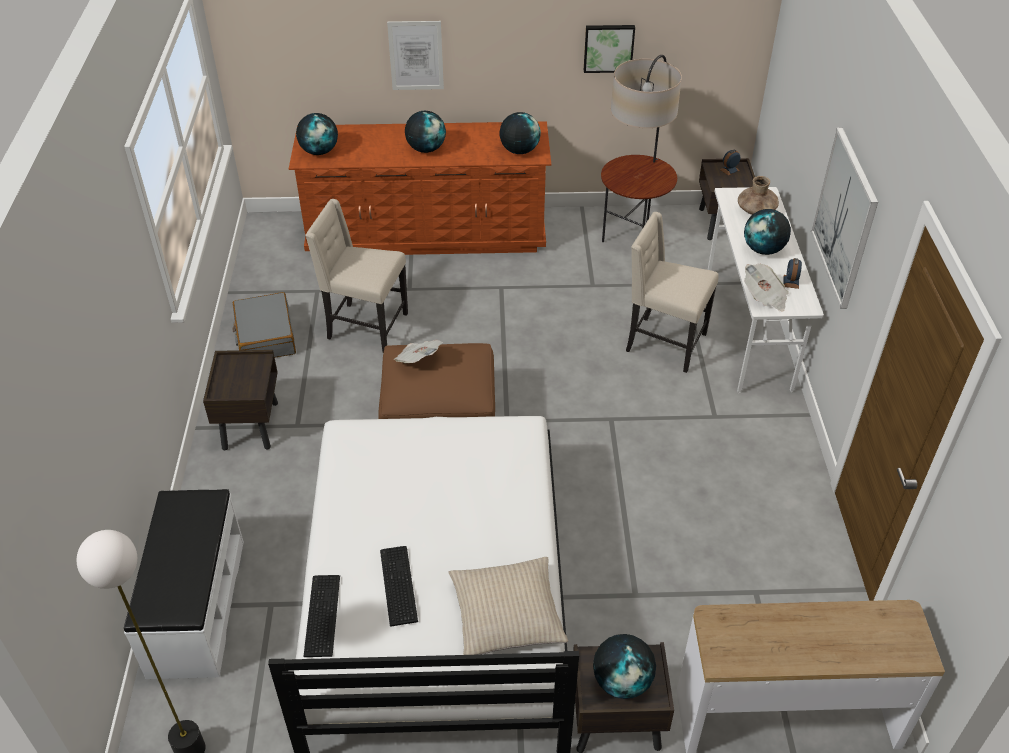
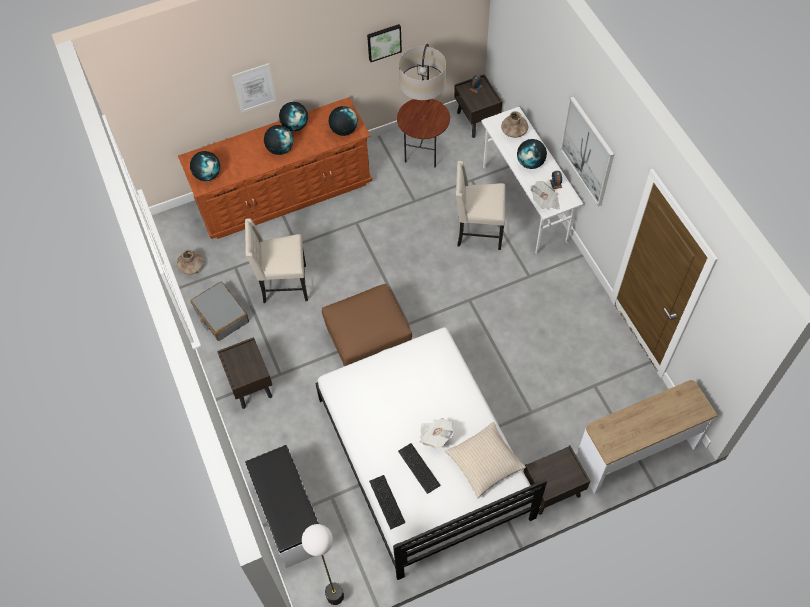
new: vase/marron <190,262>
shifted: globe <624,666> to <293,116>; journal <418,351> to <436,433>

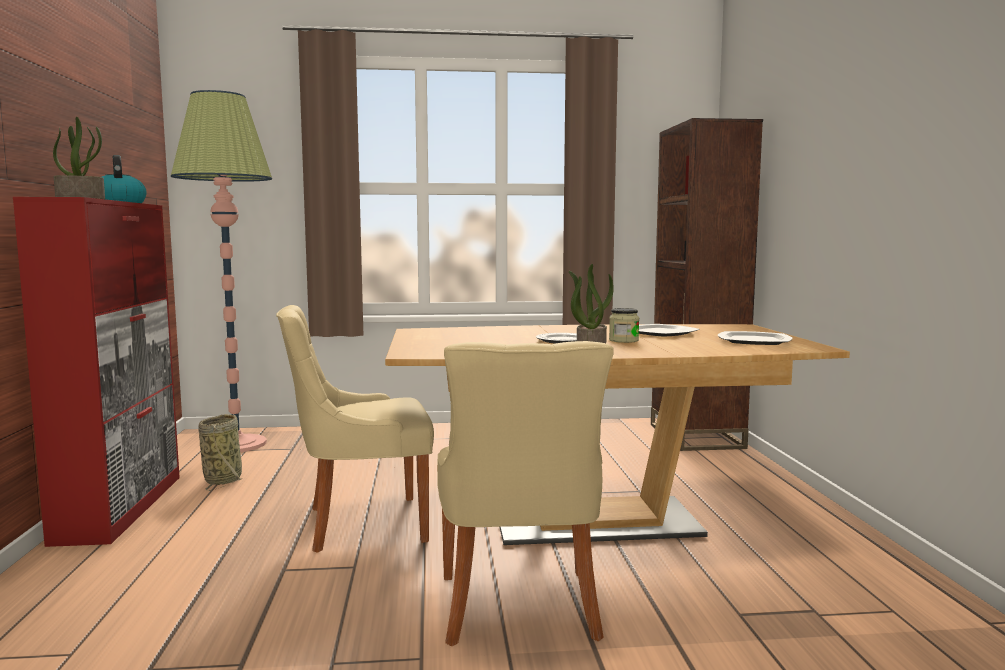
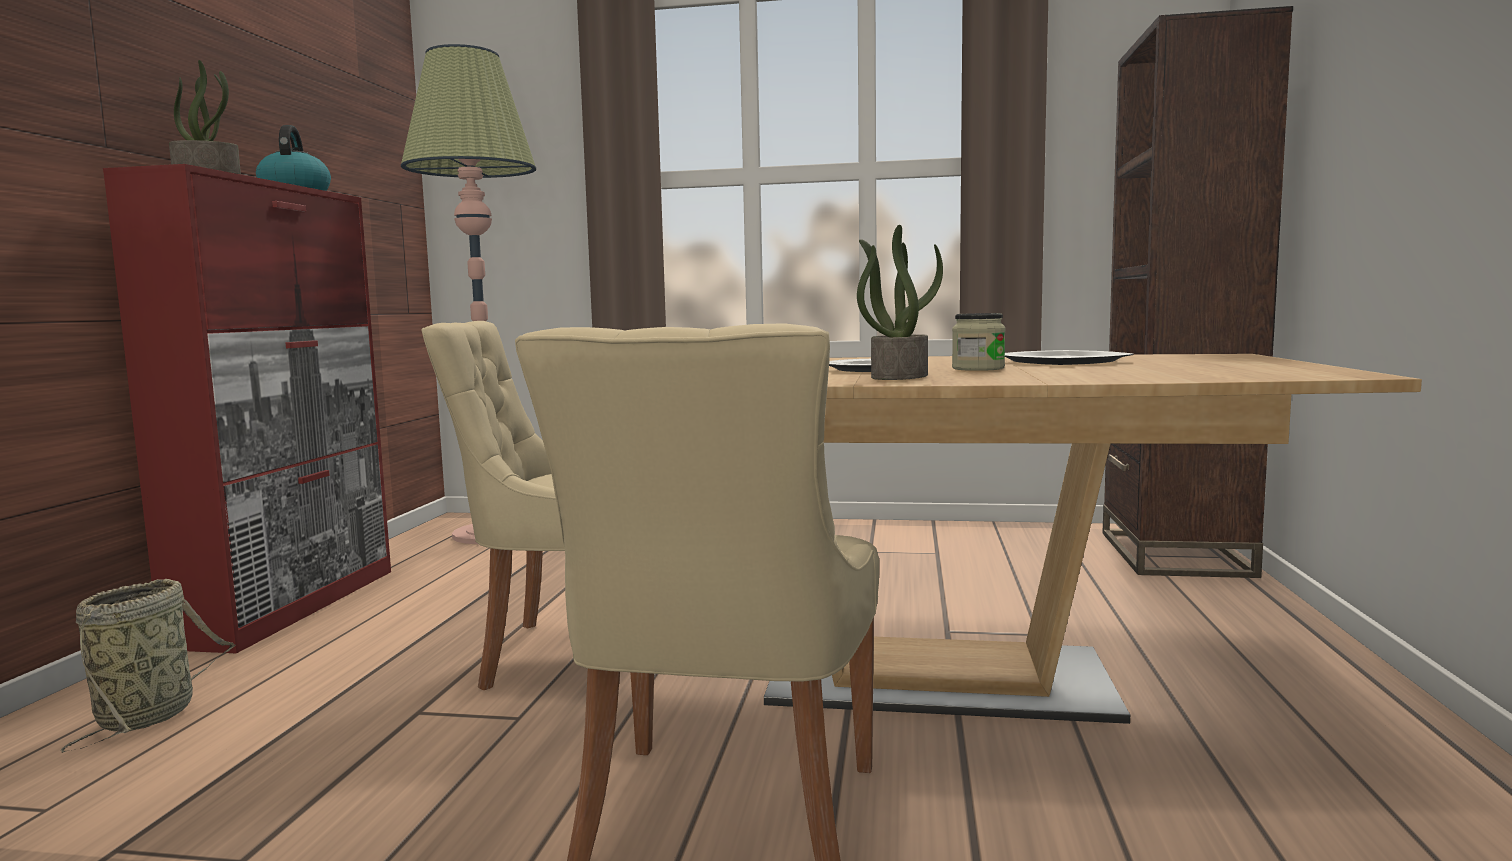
gone: assiette <755,338>
shifted: panier <220,452> to <148,666>

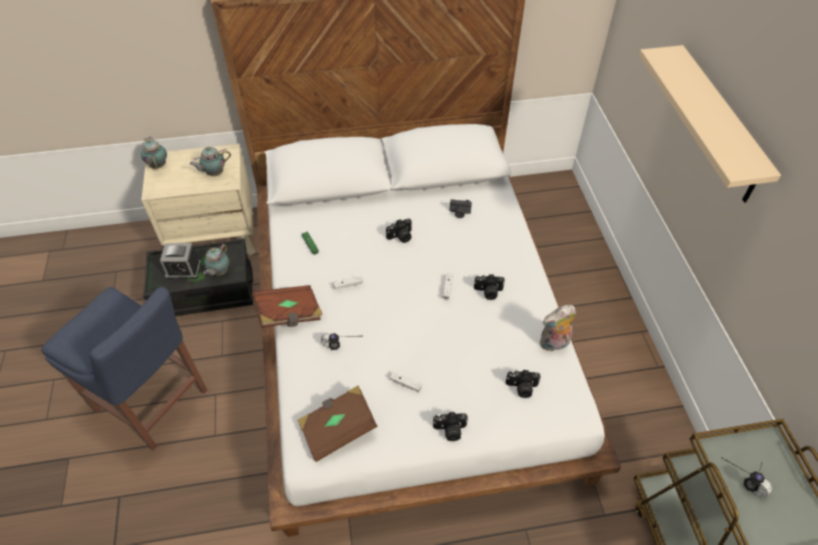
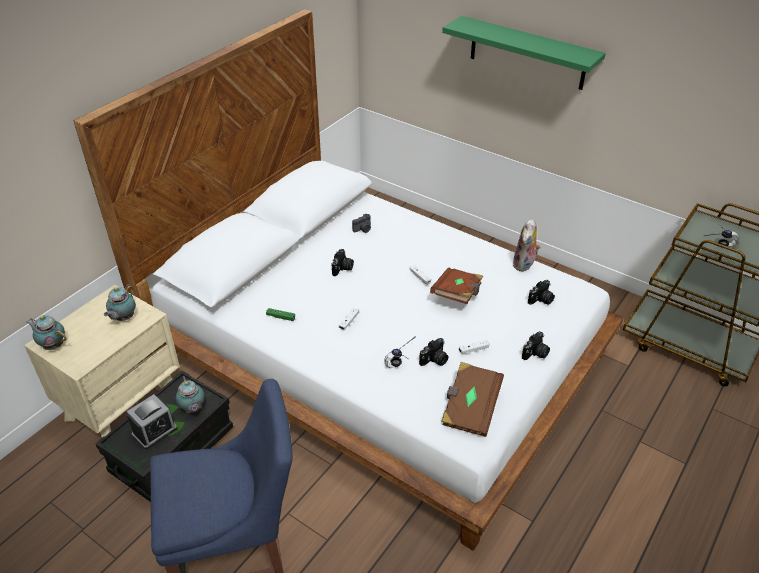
shifted: appareil photo <489,287> to <433,352>; livre/marron <287,306> to <456,285>
repainted: étagère/beige <710,124> to étagère/vert <524,53>

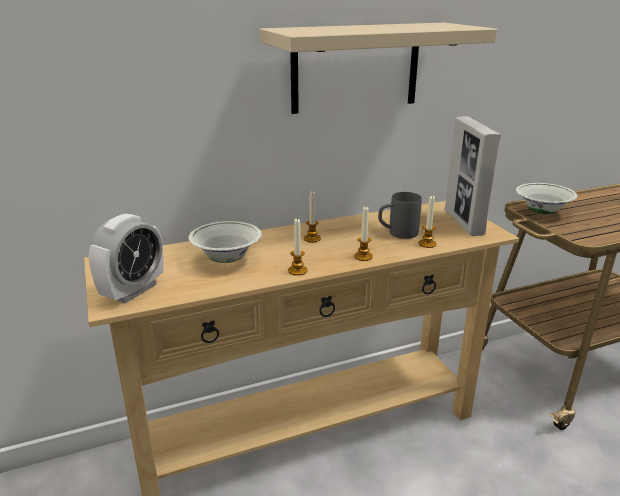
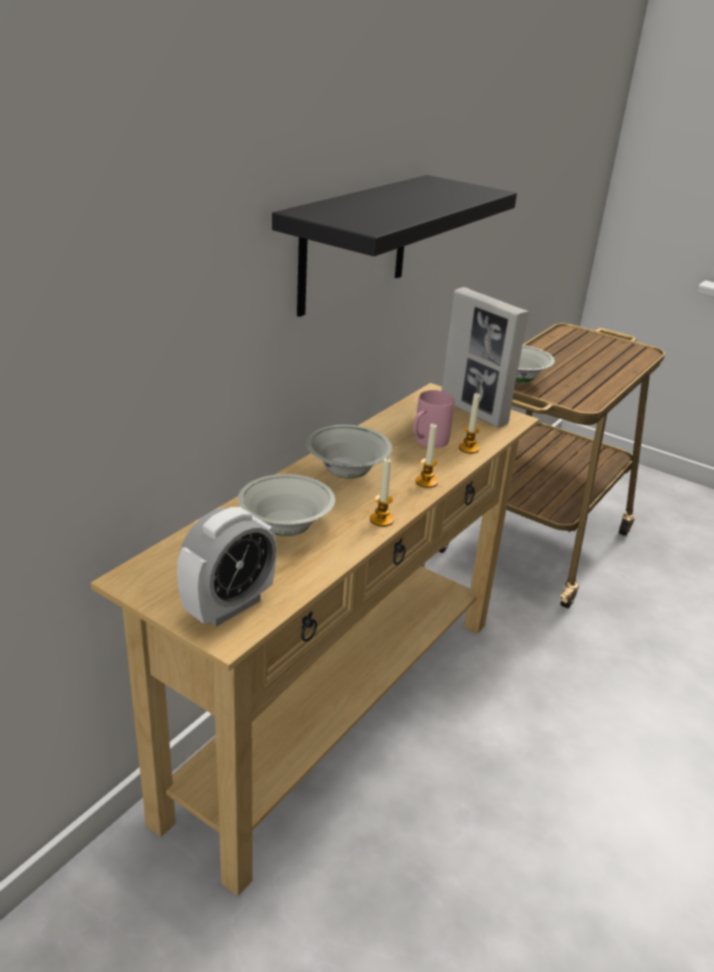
swapped: bougie <312,217> to bol/blanc <349,451>
repainted: étagère/beige <378,68> to étagère/noir <394,246>; mug/gris <400,215> to mug/rose <434,419>
rotated: réveil <126,258> = <227,567> 45 degrees clockwise

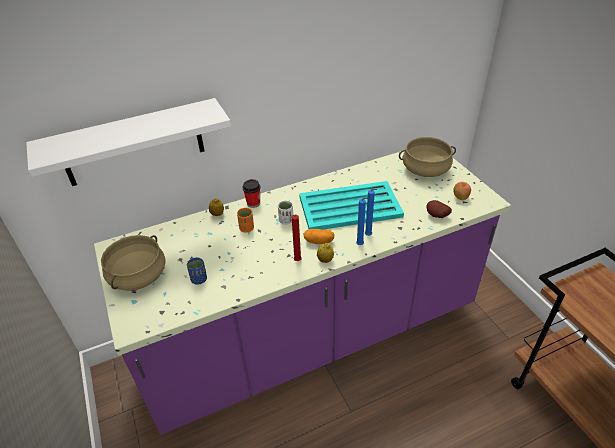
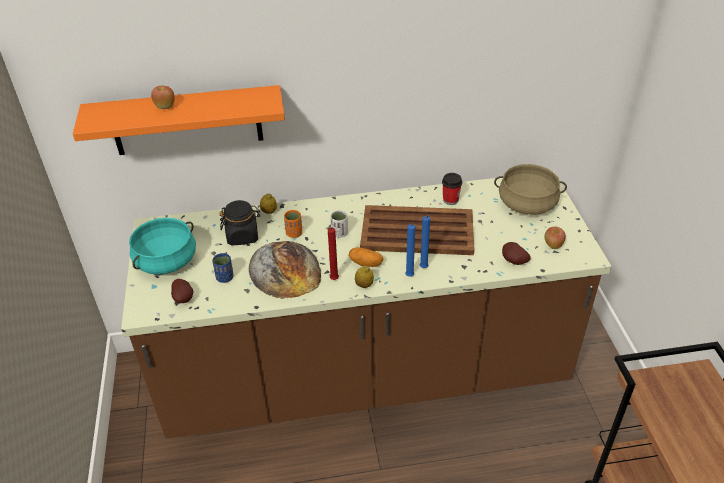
new: pomme <163,97>; pomme de terre <182,291>; bocal/noir <240,223>; pain <285,270>
shifted: tasse <251,193> to <452,189>
repainted: étagère/blanc <128,142> to étagère/orange <179,120>; comptoir de cuisine/violet <302,293> to comptoir de cuisine/marron <366,304>; marmite/beige <133,263> to marmite/turquoise <162,246>; plateau/turquoise <351,205> to plateau/marron <417,230>

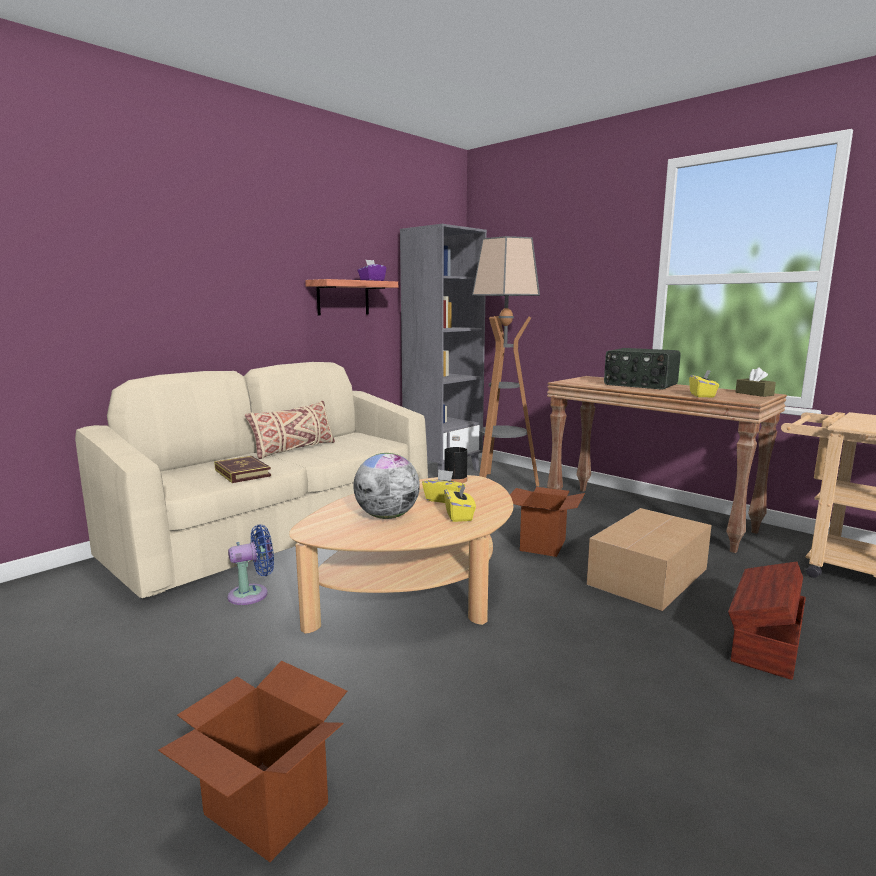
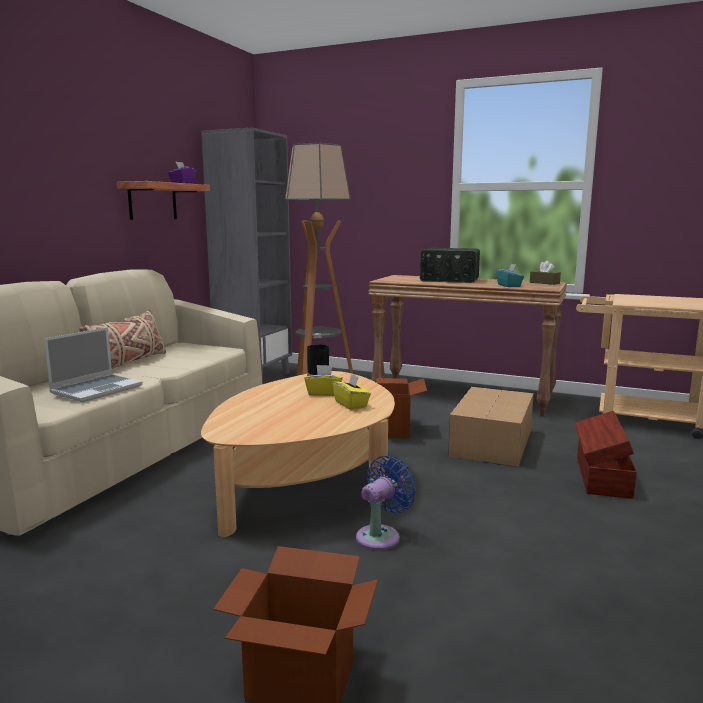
gone: globe <387,486>
shifted: ventilateur/bleu <250,564> to <386,502>
swapped: livre <242,469> to ordinateur portable <93,364>
repainted: boîte à mouchoirs/jaune <704,383> to boîte à mouchoirs/turquoise <510,275>

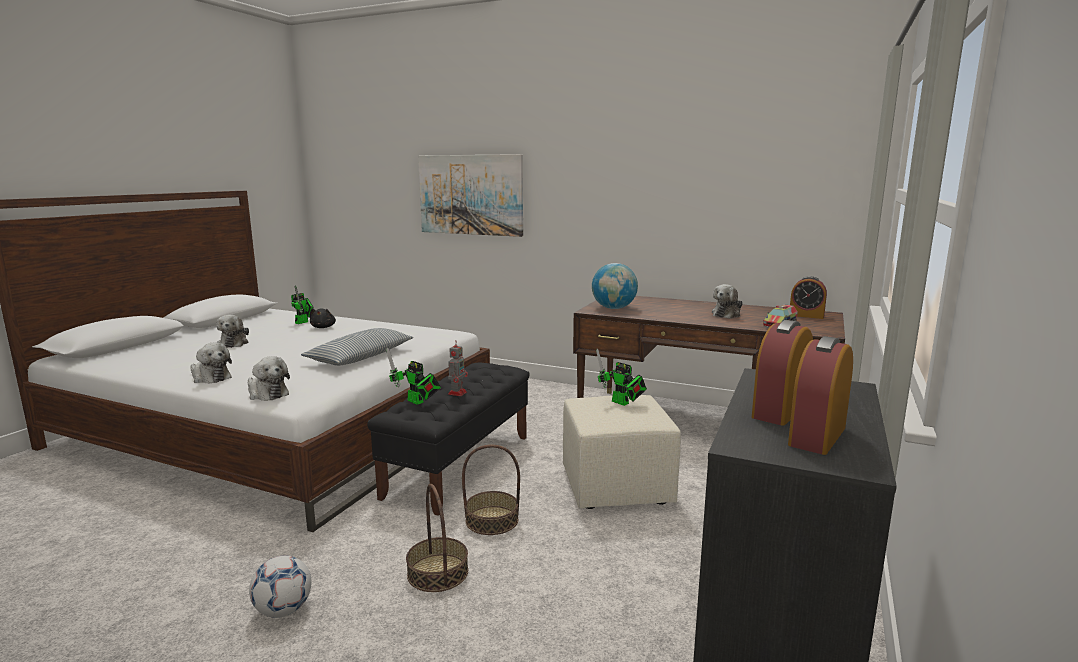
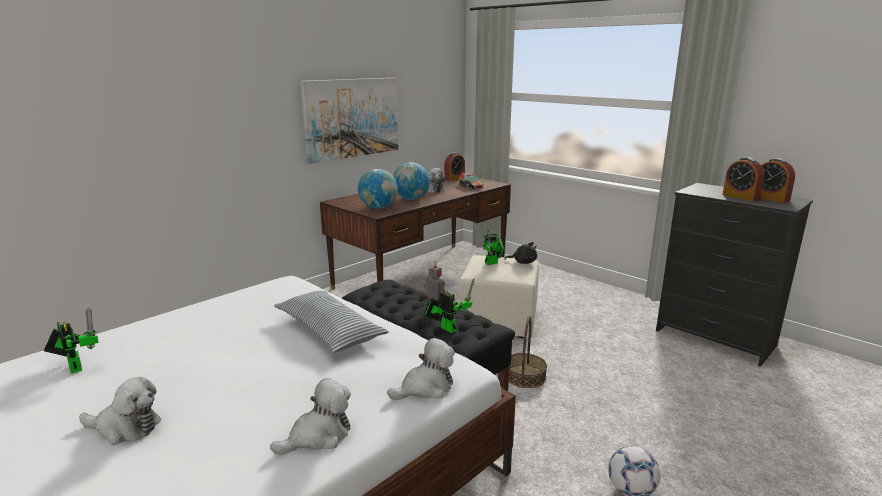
gone: panier <437,538>
new: globe <411,181>
shifted: tableau <470,195> to <349,121>; peluche/noir <323,318> to <521,253>
rotated: robot jouet <413,376> = <449,305> 105 degrees counterclockwise

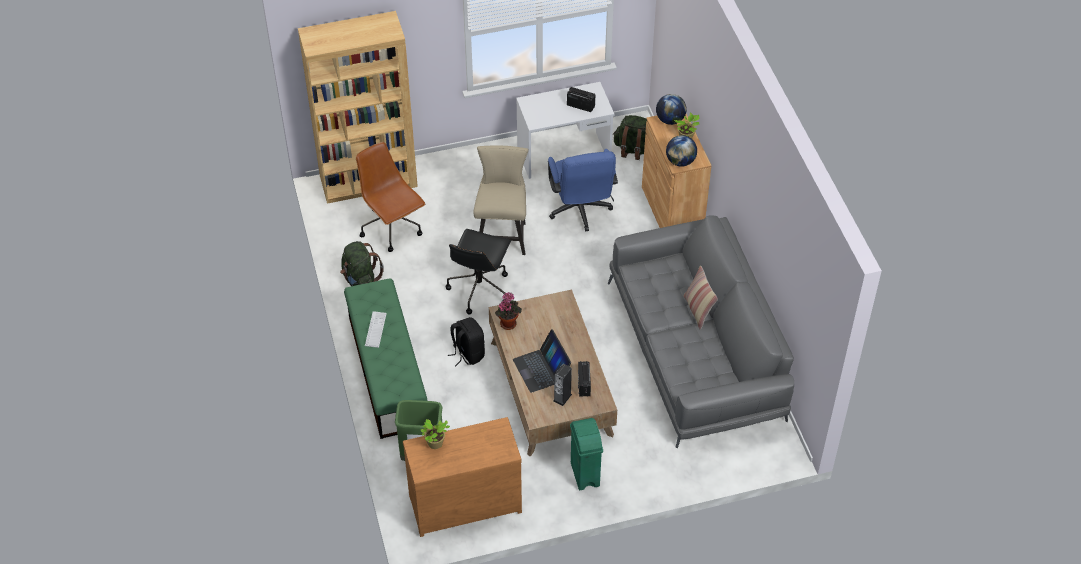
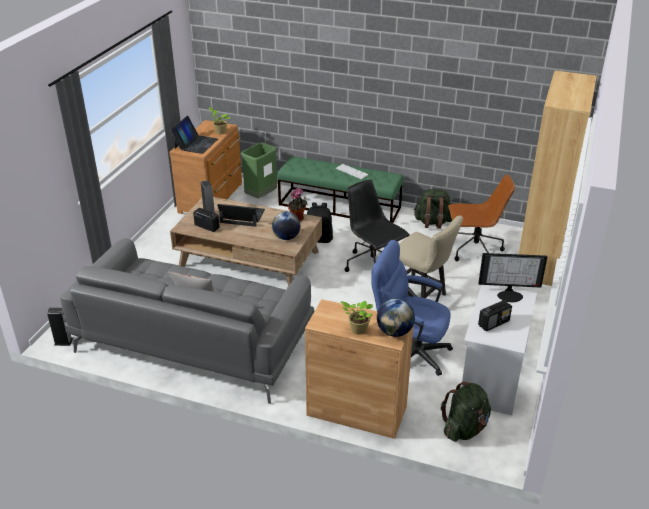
gone: poubelle/vert <586,454>
new: enceinte <60,327>; ordinateur portable <194,135>; écran d'ordinateur <513,277>
shifted: globe <681,151> to <286,226>

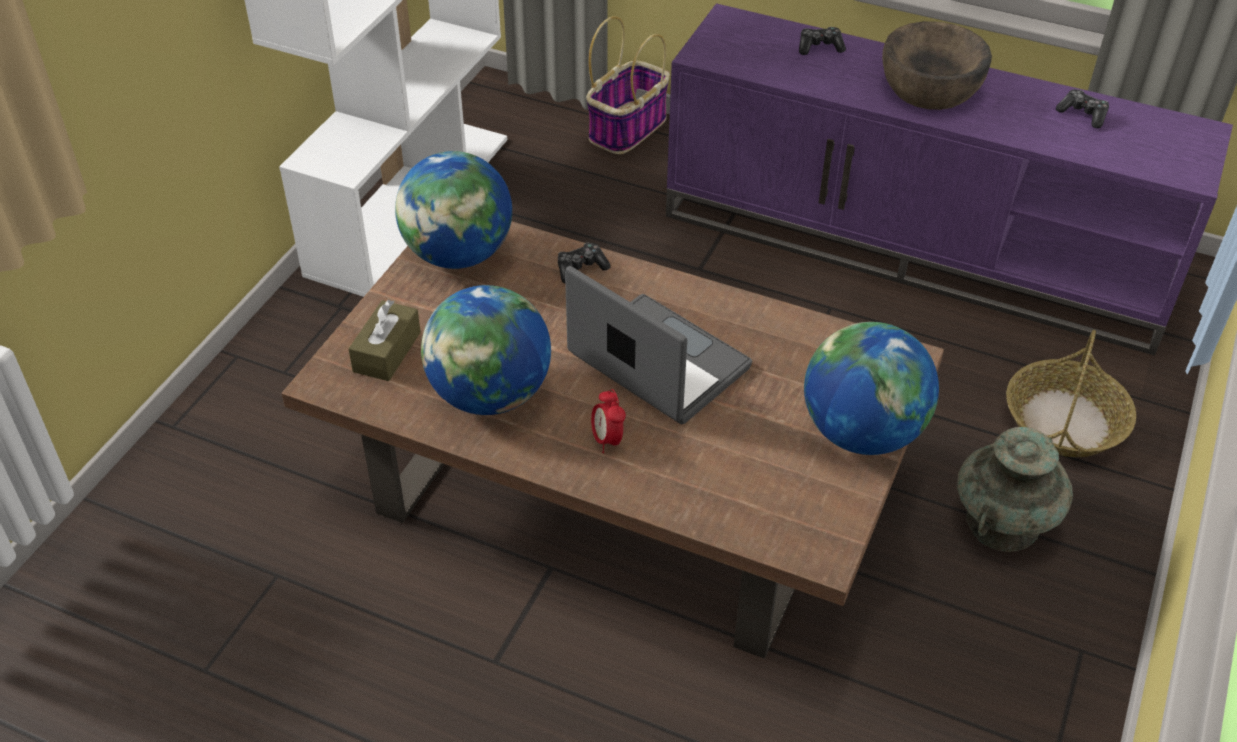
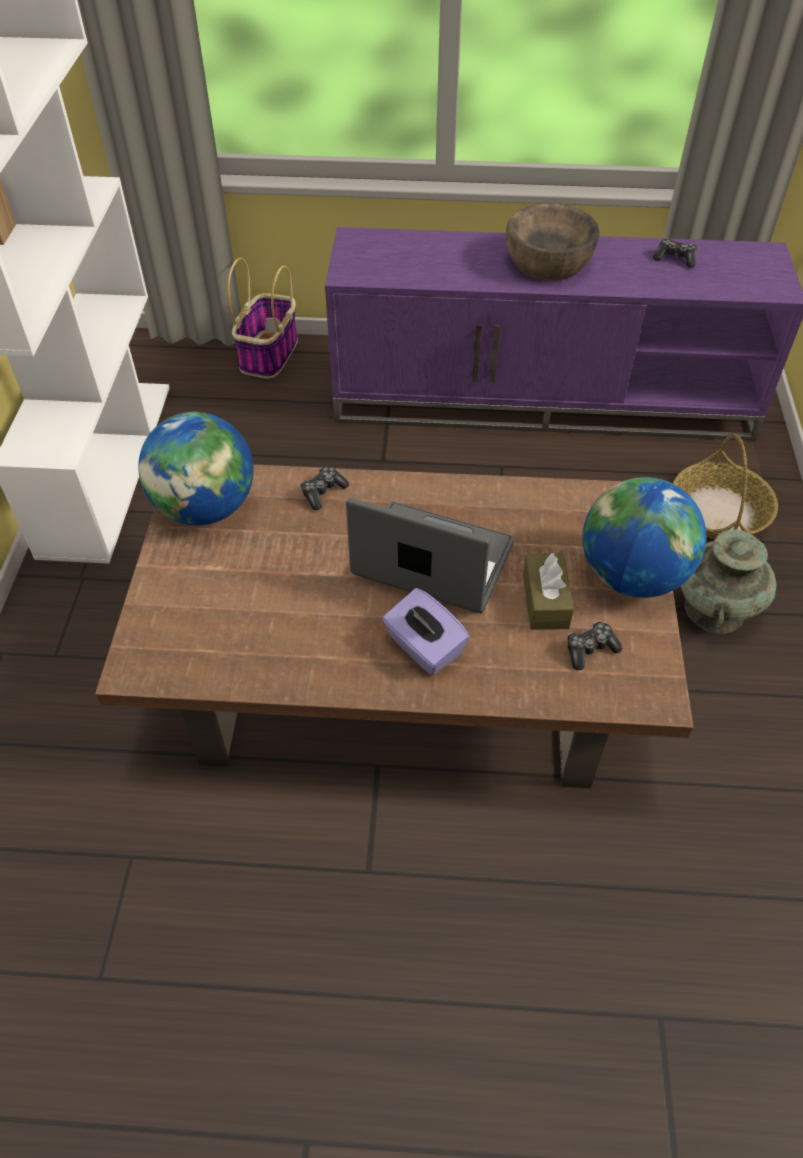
gone: globe <486,350>
shifted: boîte à mouchoirs/marron <384,340> to <548,591>; manette <822,41> to <594,646>
swapped: réveil <608,421> to boîte à mouchoirs/violet <426,631>

